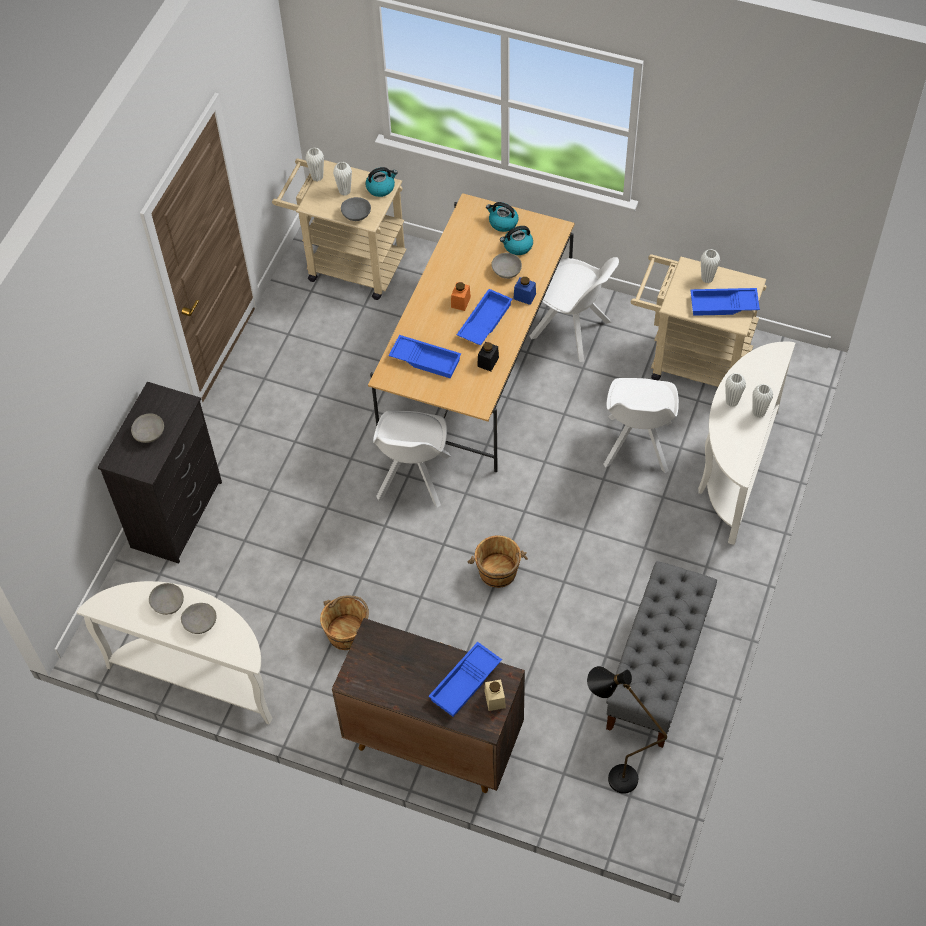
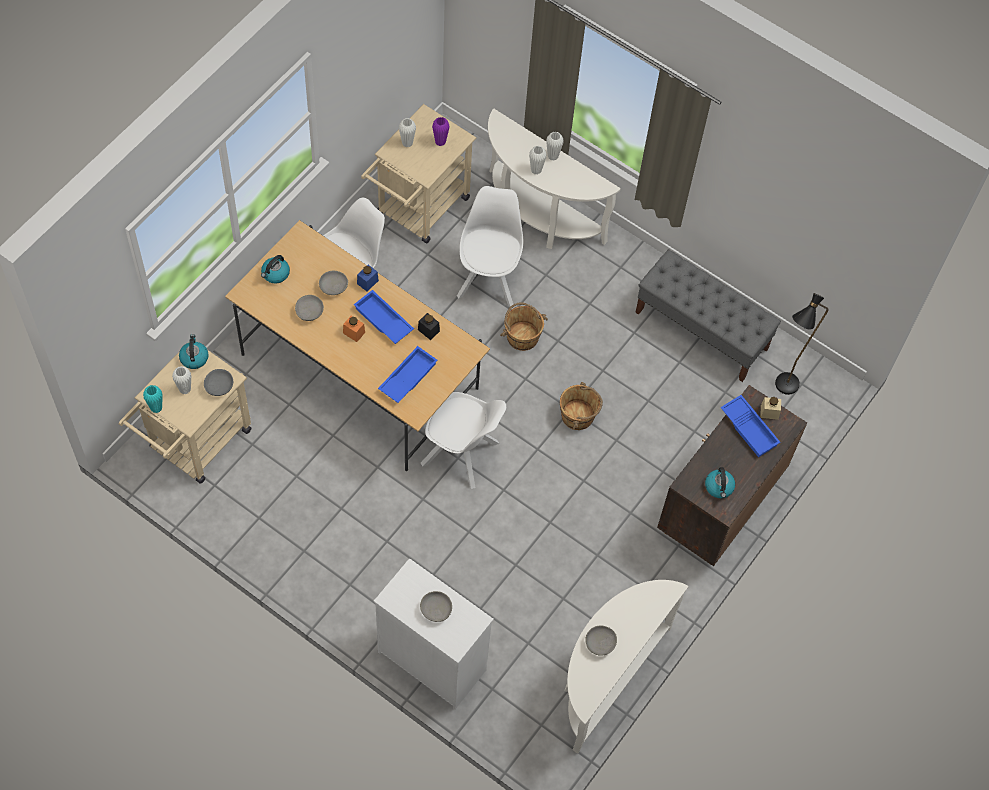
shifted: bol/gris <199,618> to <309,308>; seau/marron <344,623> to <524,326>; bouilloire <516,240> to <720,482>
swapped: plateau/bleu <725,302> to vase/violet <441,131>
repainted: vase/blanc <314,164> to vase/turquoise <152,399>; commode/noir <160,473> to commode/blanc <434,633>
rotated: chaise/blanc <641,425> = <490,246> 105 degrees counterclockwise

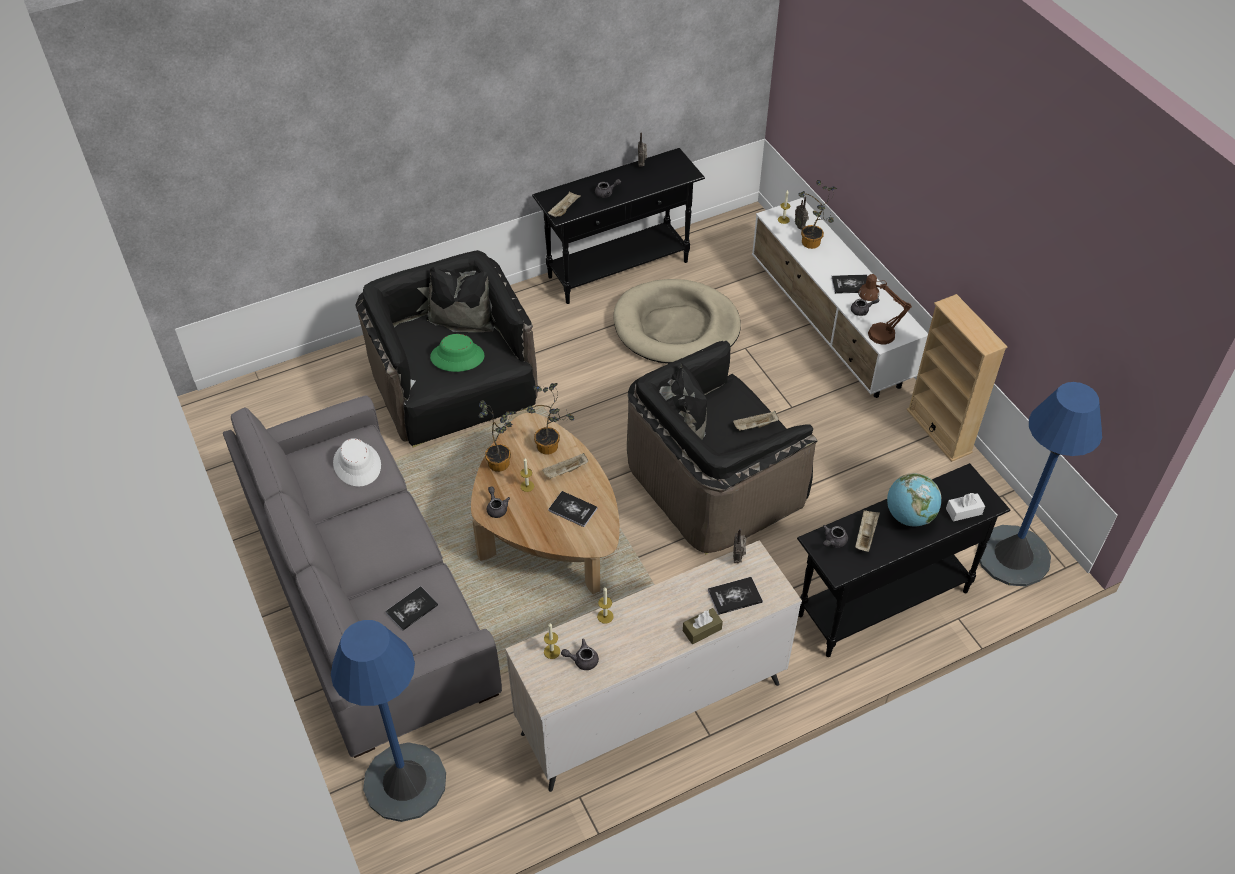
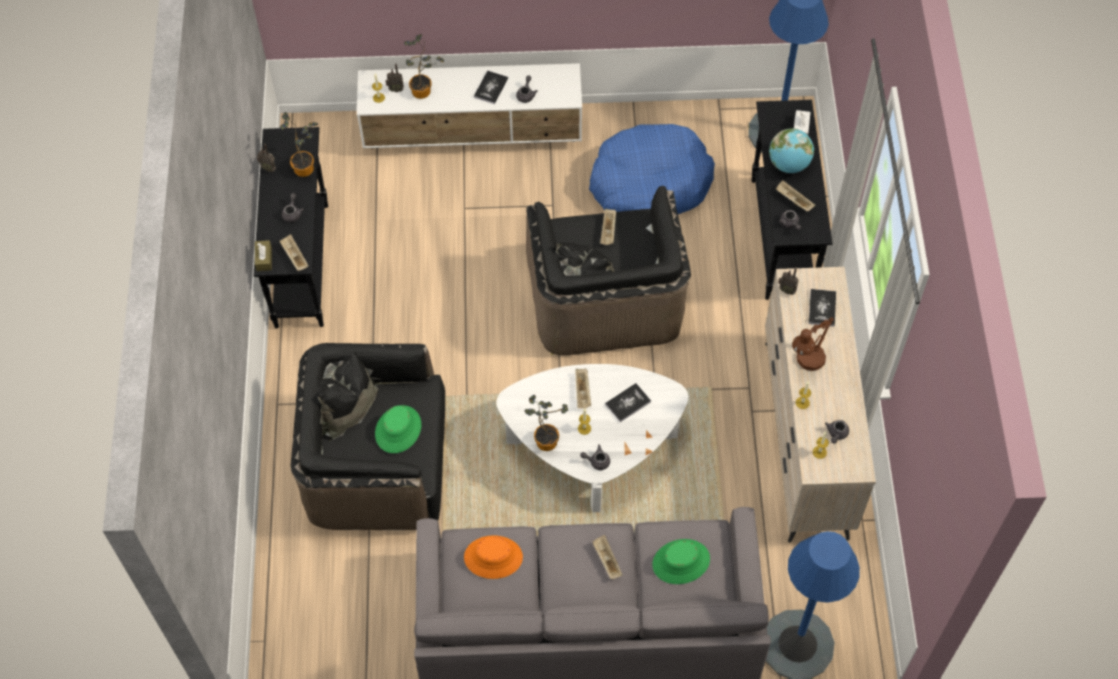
gone: panier pour chien/beige <677,321>; bibliothèque/beige <957,378>
new: panier pour chien/bleu <652,169>; plateau/beige <607,557>
shifted: boîte à mouchoirs/marron <703,626> to <263,255>; plante en pot <550,418> to <299,144>; lampe de table/marron <885,309> to <813,344>
swapped: livre <411,608> to chapeau/vert <681,561>
repainted: chapeau/blanc <357,462> to chapeau/orange <493,557>; table basse/marron <545,503> to table basse/blanc <592,438>

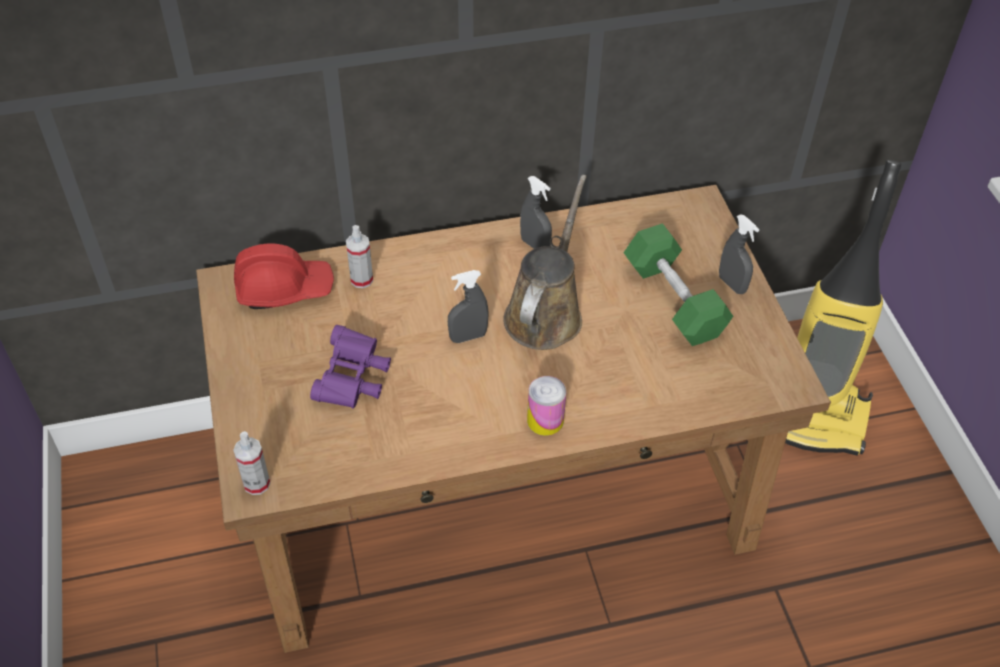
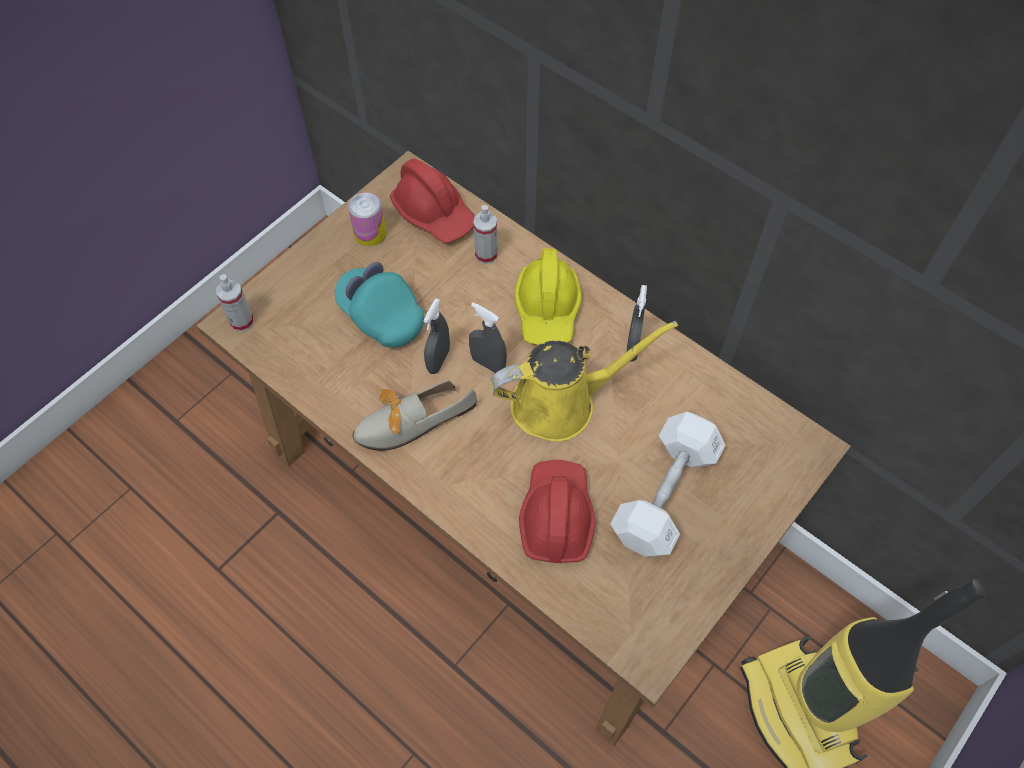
new: chaussure <415,415>; casque de chantier/jaune <548,296>; casque de chantier/rouge <557,511>
shifted: boîte métallique <546,406> to <367,219>; vaporisateur/gris <739,254> to <437,336>
swapped: jumelles/violet <350,367> to casquette/turquoise <379,305>
repainted: arrosoir/marron <545,262> to arrosoir/jaune <584,381>; haltère/vert <678,284> to haltère/blanc <667,484>

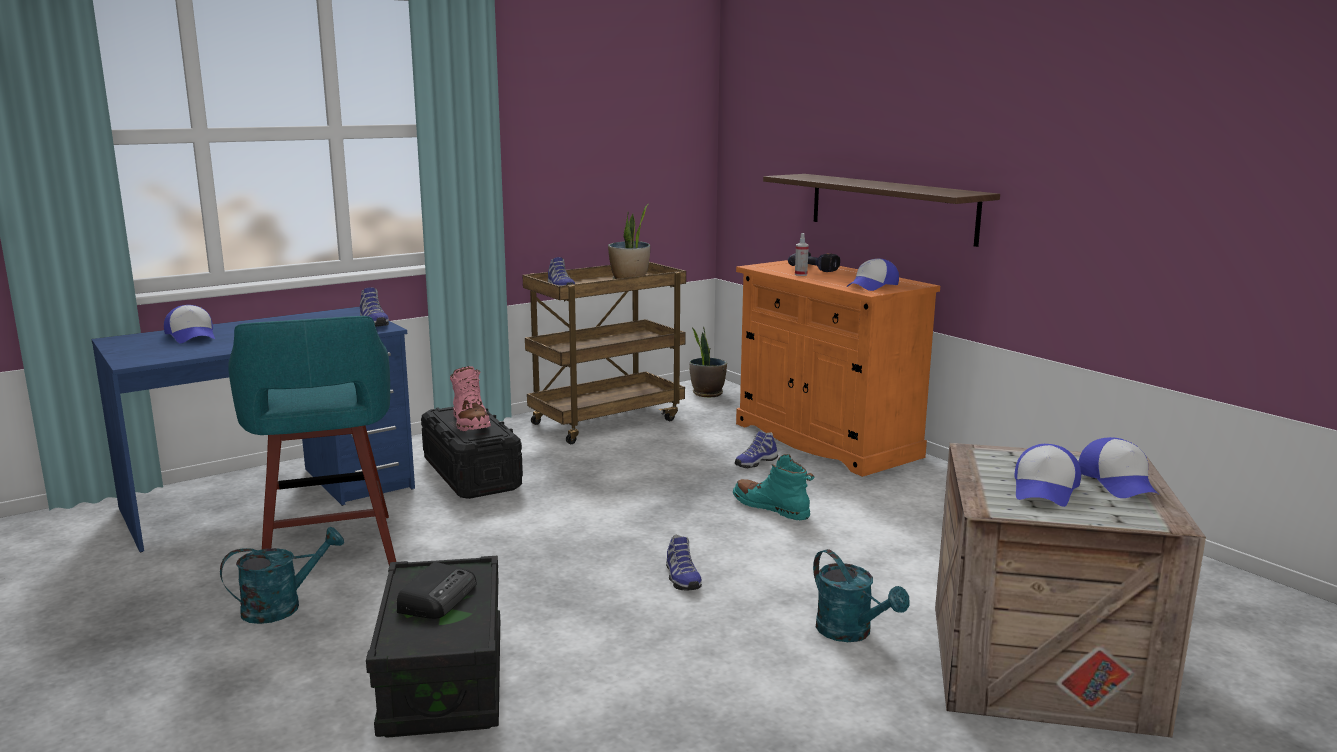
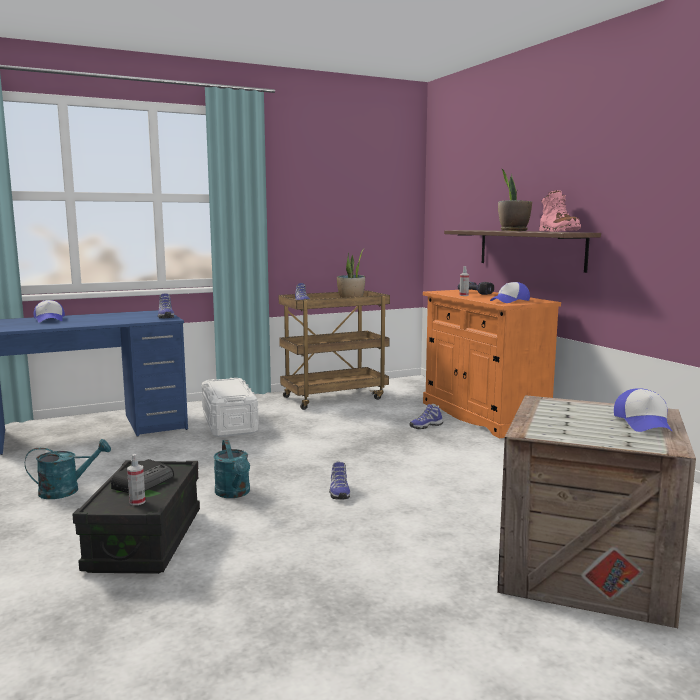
gone: tabouret/turquoise <312,440>; botte/turquoise <773,487>; casquette <1047,475>
new: vaporisateur <136,479>
shifted: arrosoir/turquoise <861,595> to <232,469>; plante en pot <708,362> to <515,199>; botte/rose <470,398> to <560,211>
repainted: boîte de rangement/noir <472,453> to boîte de rangement/blanc <230,407>

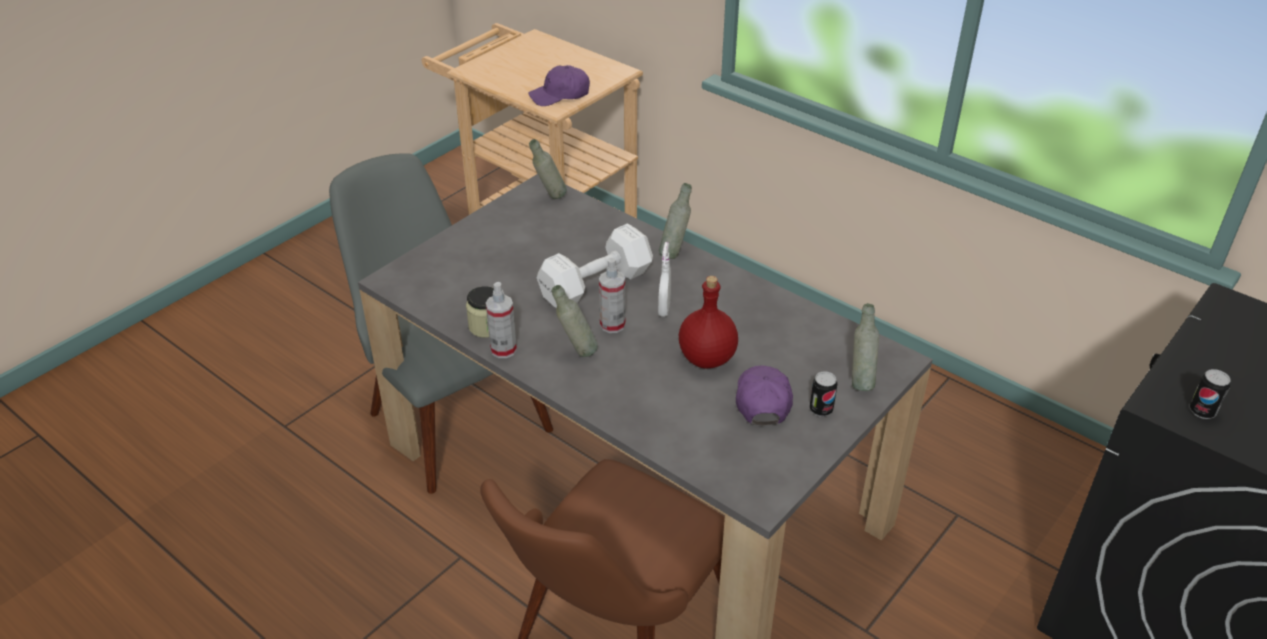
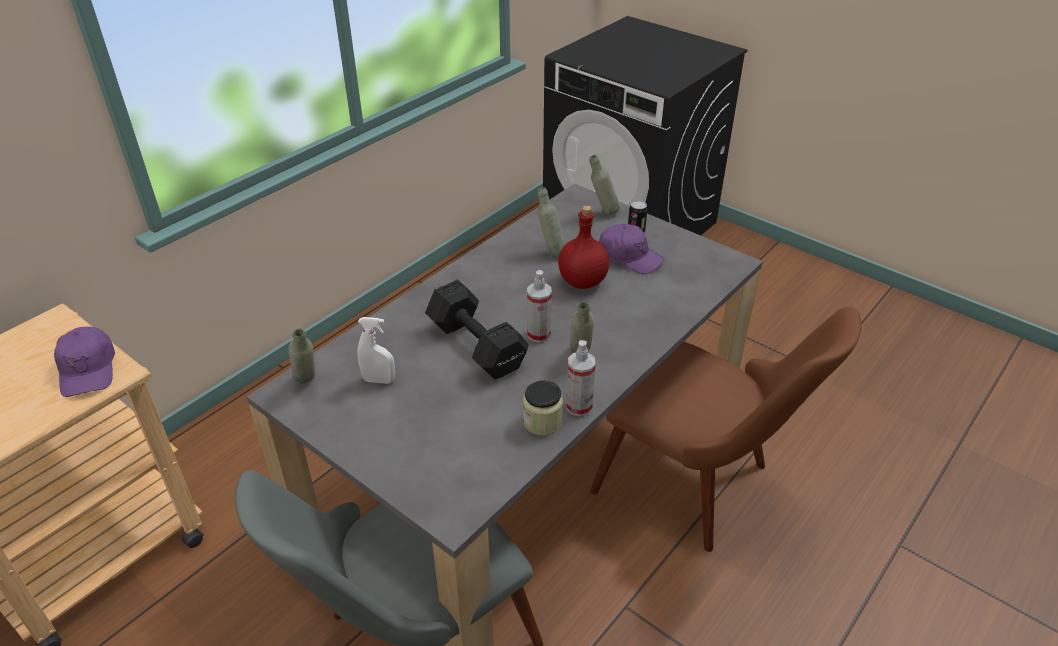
gone: boîte métallique <1210,394>
shifted: vaporisateur/blanc <664,279> to <376,350>; bouteille/gris <675,221> to <551,222>
repainted: haltère/blanc <595,266> to haltère/noir <477,329>
rotated: casquette/violet <764,395> = <631,249> 150 degrees counterclockwise

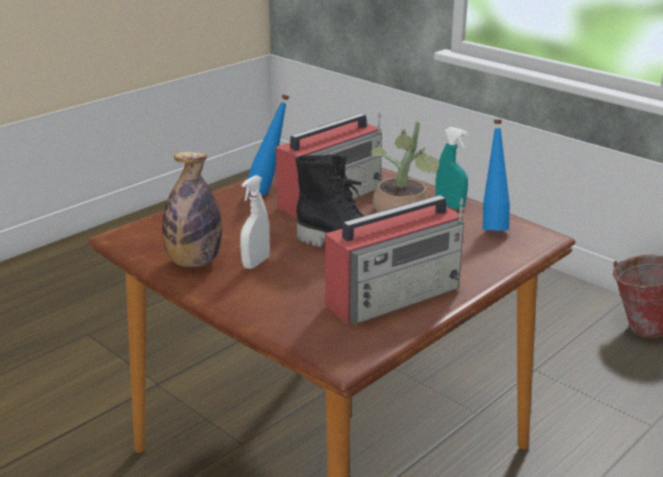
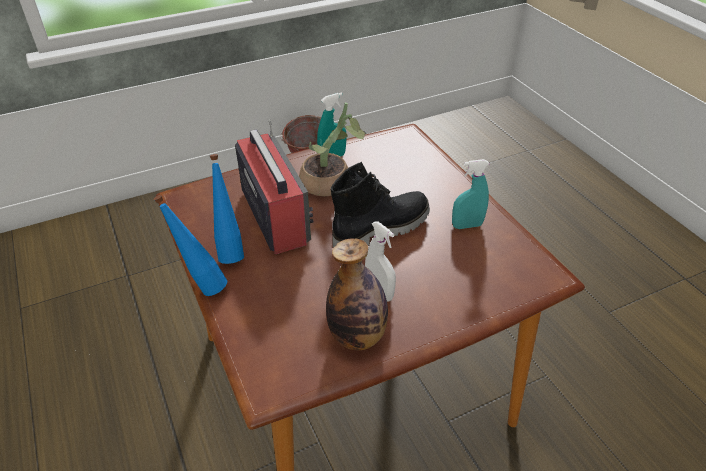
shifted: bouteille/bleu <496,175> to <190,245>
swapped: radio <394,260> to vaporisateur/turquoise <470,194>

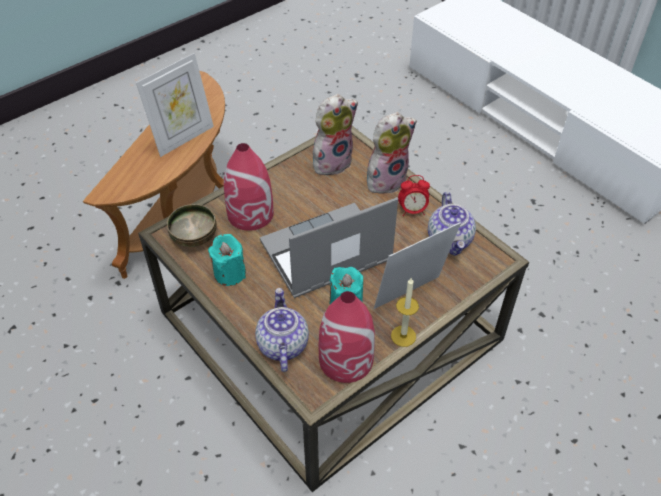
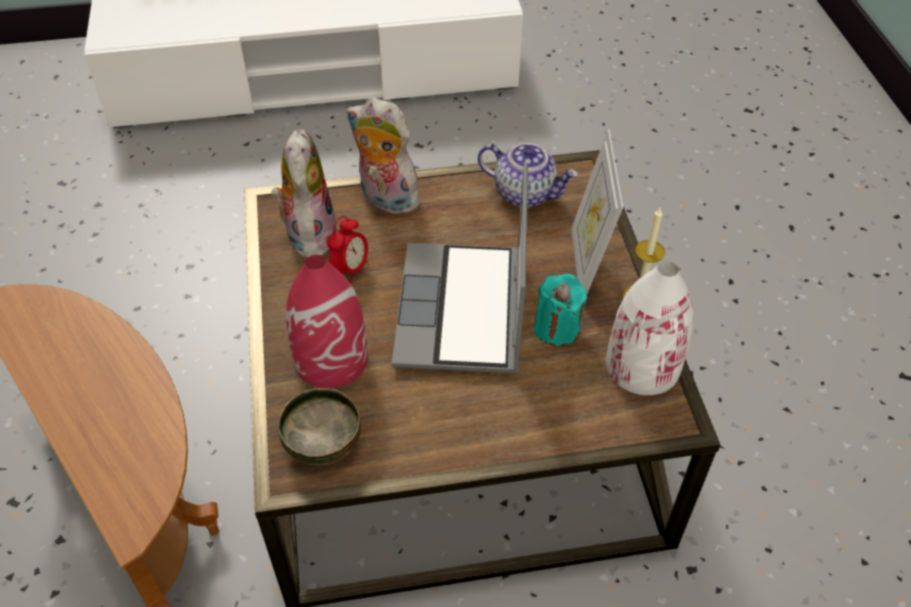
gone: cadre photo <175,105>; bougie/turquoise <227,260>; théière <282,330>
shifted: réveil <414,195> to <347,249>
repainted: vase/rouge <347,337> to vase/blanc <649,328>
rotated: peluche <392,153> = <386,155> 60 degrees counterclockwise

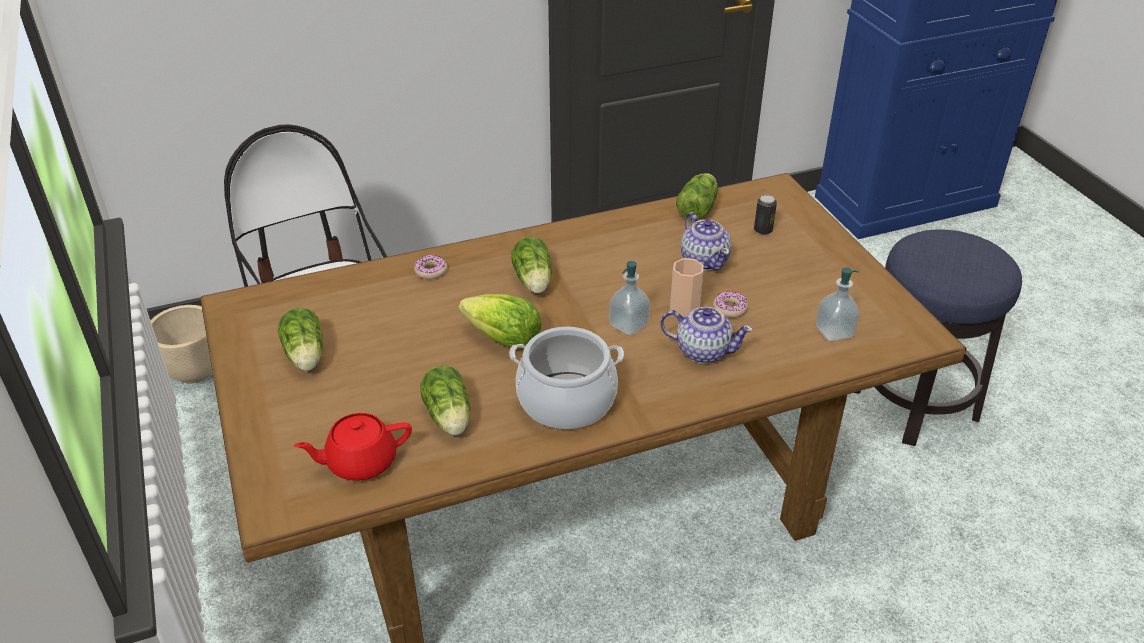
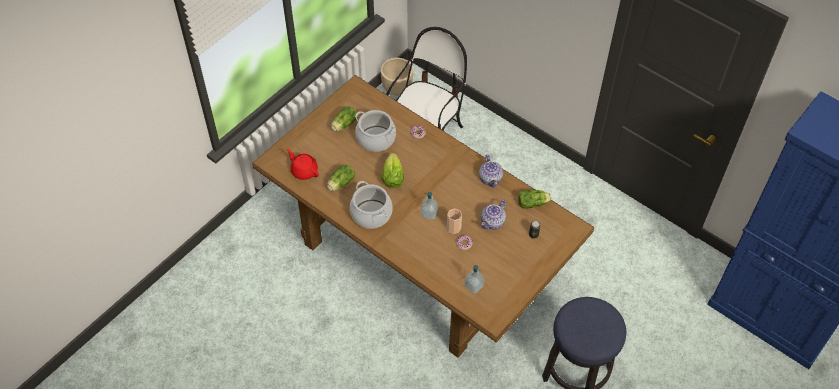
gone: laitue <531,265>
new: marmite <375,131>
shifted: théière <706,335> to <491,171>

